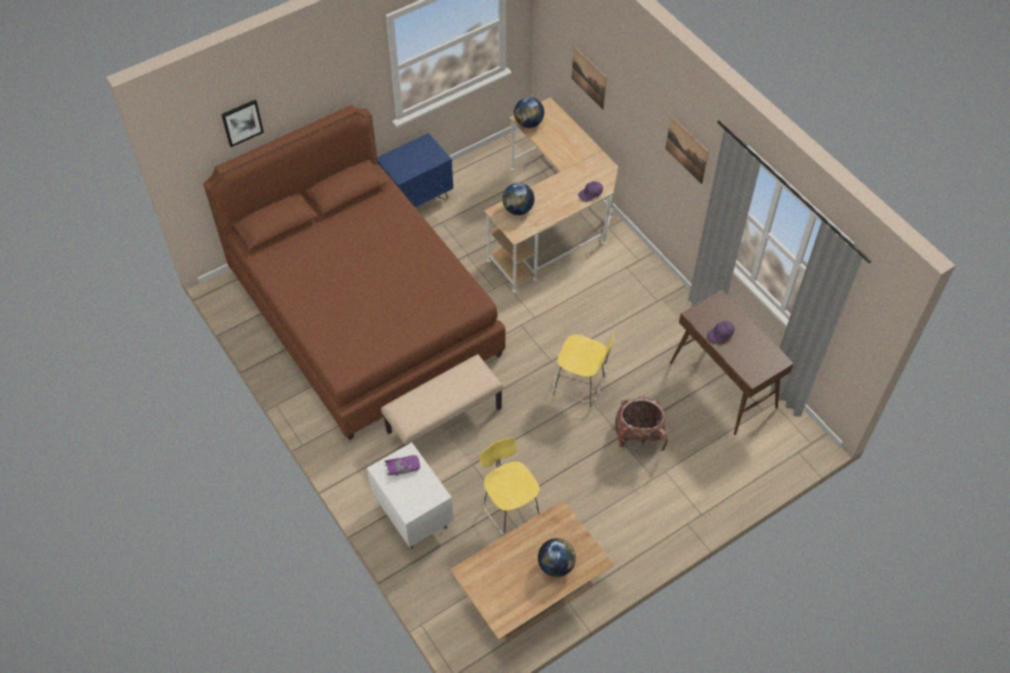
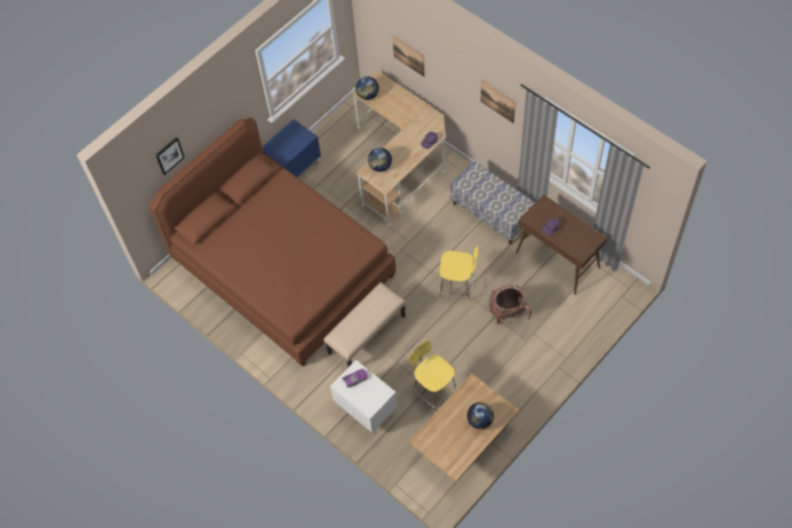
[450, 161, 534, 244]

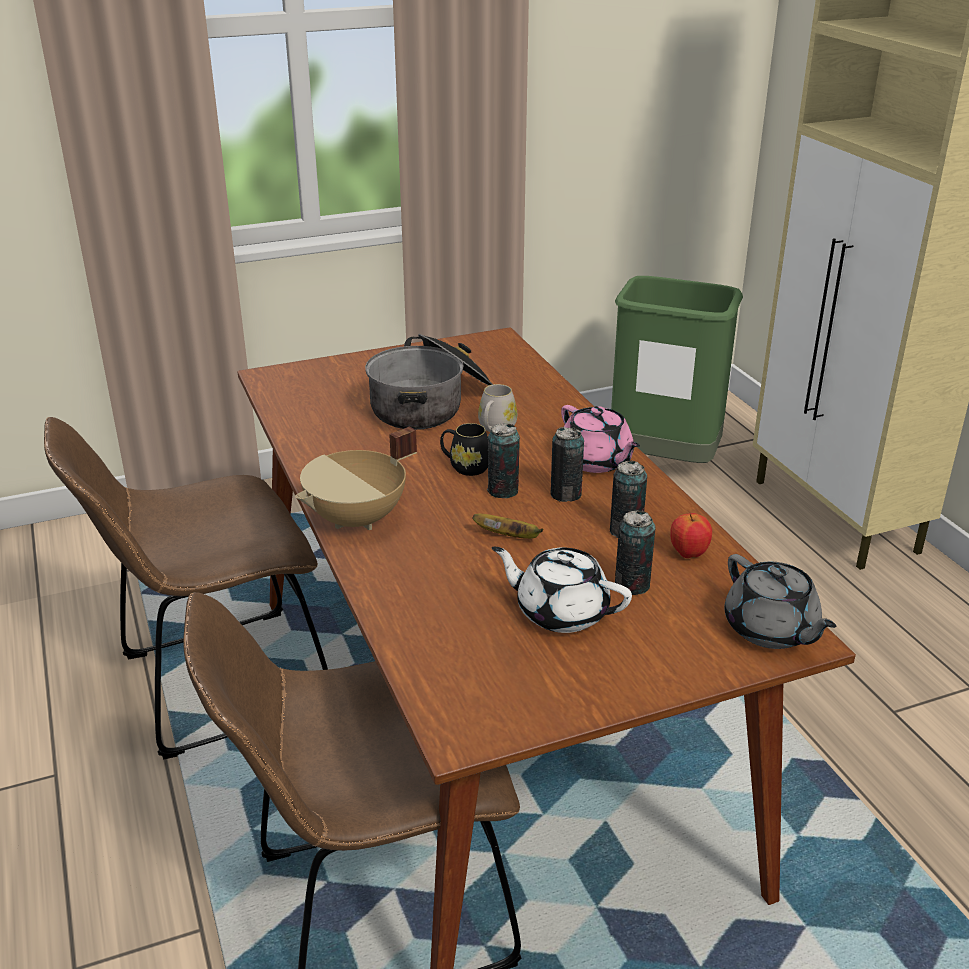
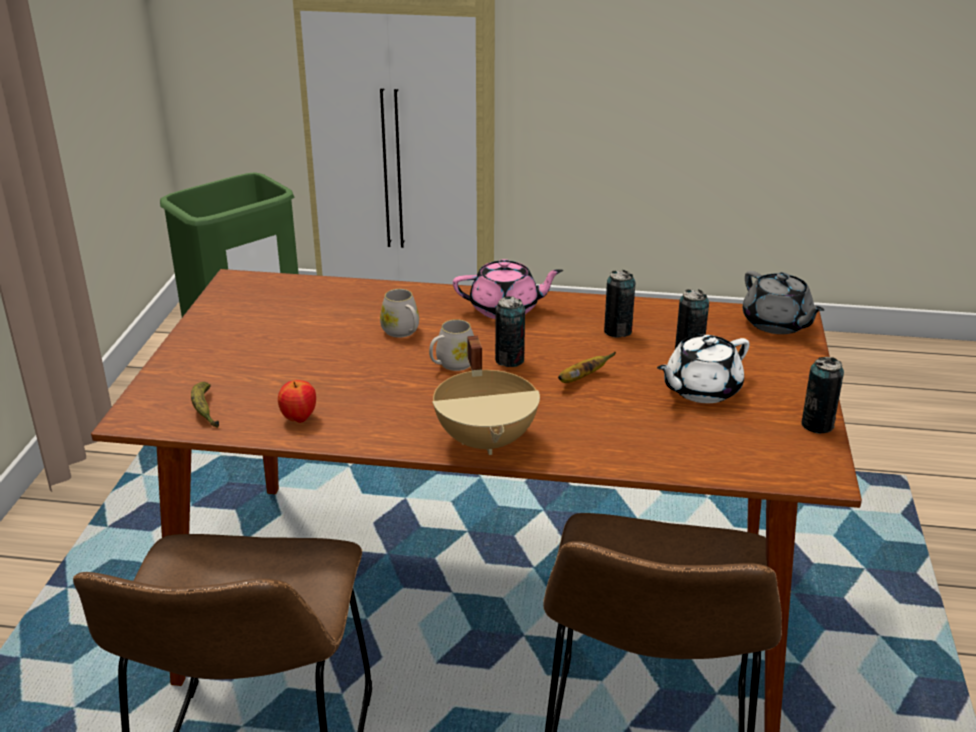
[365, 334, 493, 430] (first image)
[429, 319, 474, 371]
[801, 357, 844, 434]
[278, 380, 316, 423]
[743, 271, 824, 334]
[191, 382, 219, 428]

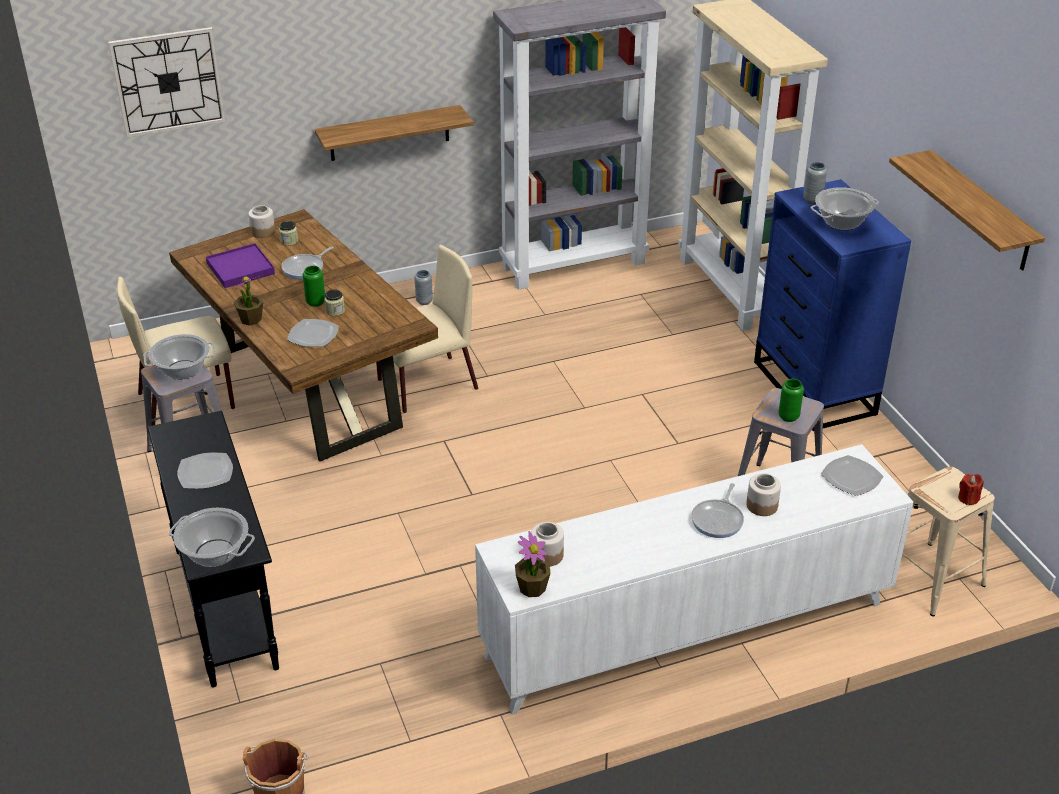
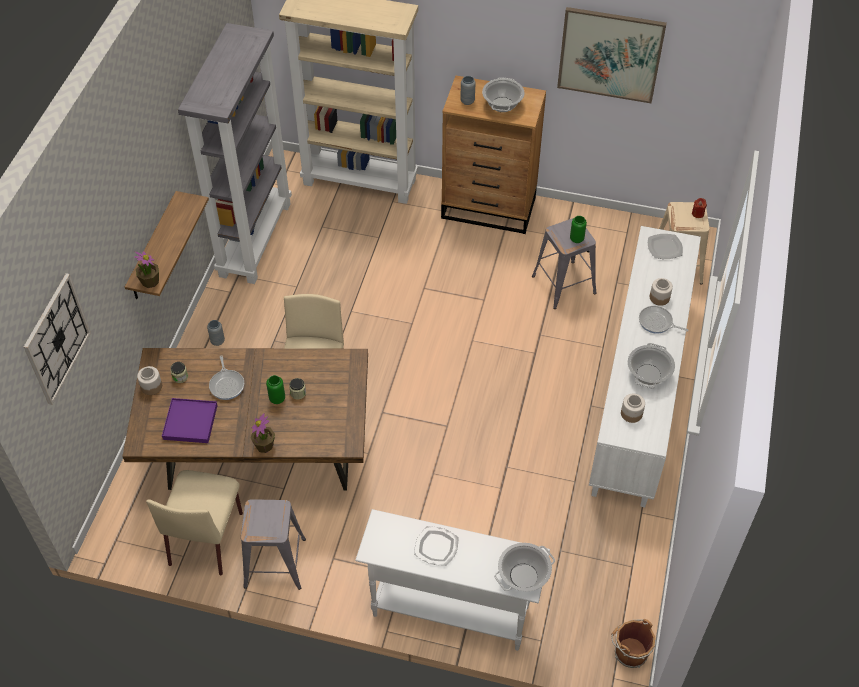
[557, 7, 667, 103]
[441, 76, 546, 234]
[287, 319, 339, 347] (first image)
[628, 343, 675, 388]
[355, 509, 550, 651]
[639, 306, 689, 334]
[134, 251, 159, 288]

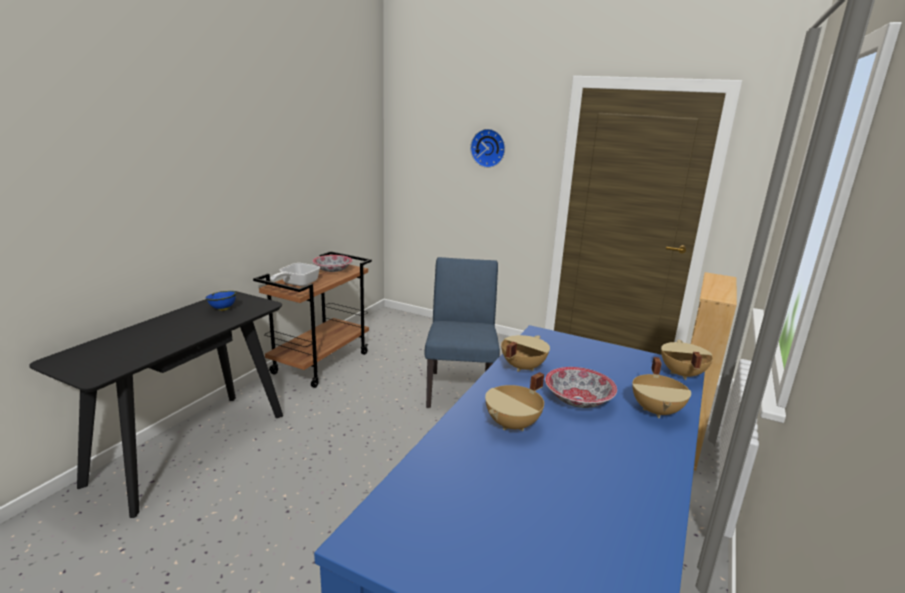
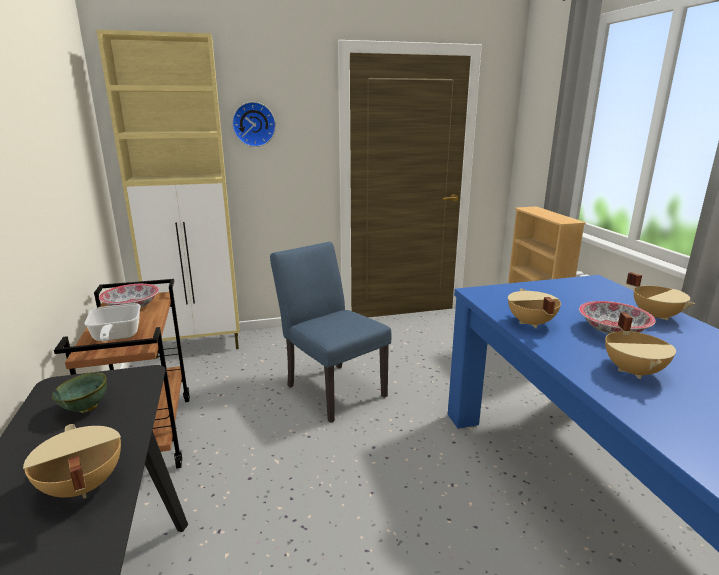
[52, 372, 107, 413]
[23, 424, 121, 499]
[96, 30, 240, 358]

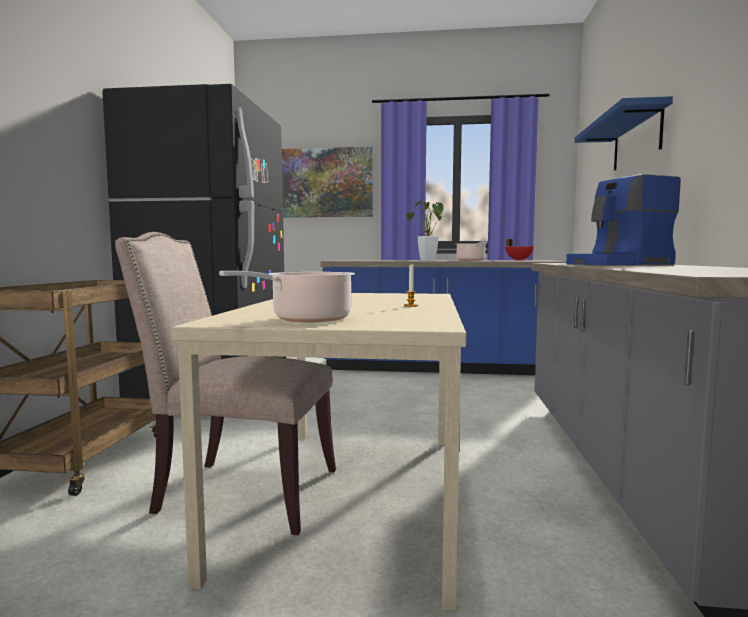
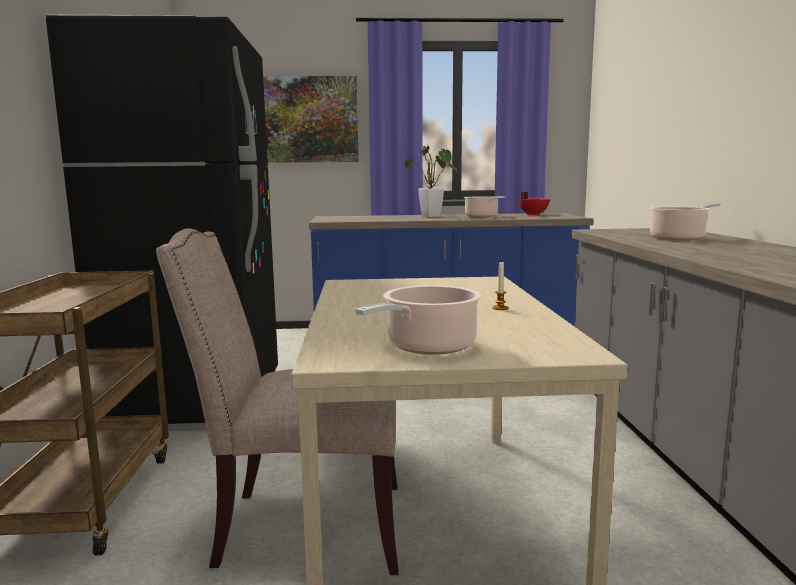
[574, 96, 673, 170] (first image)
[649, 203, 721, 240]

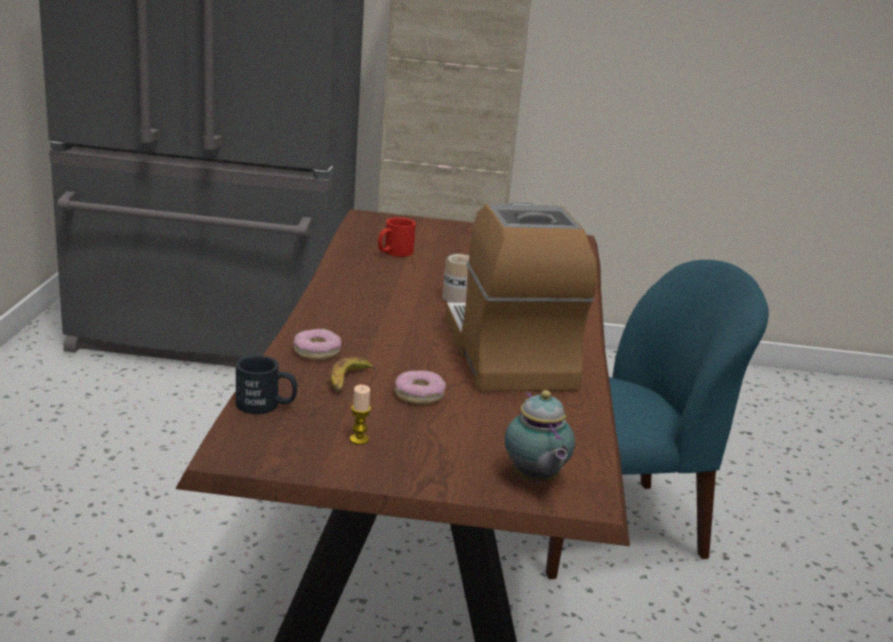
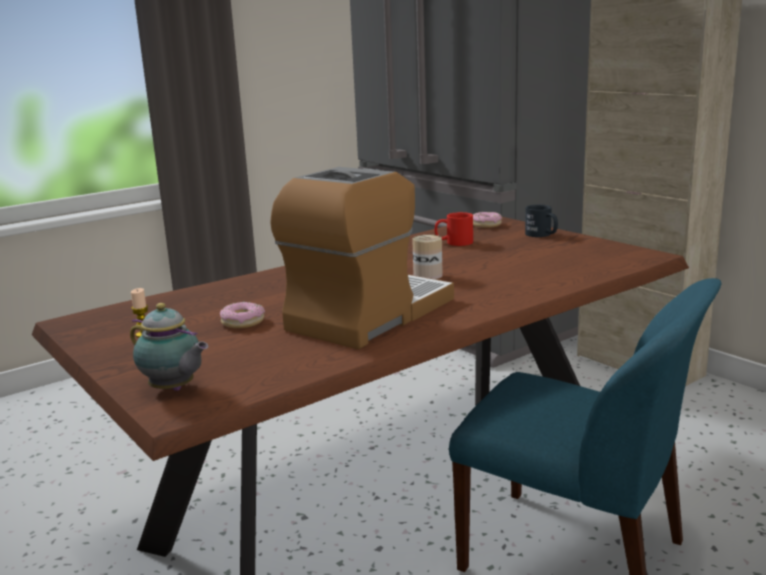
[473, 212, 502, 228]
[525, 205, 558, 237]
[331, 357, 376, 392] (first image)
[130, 303, 208, 391]

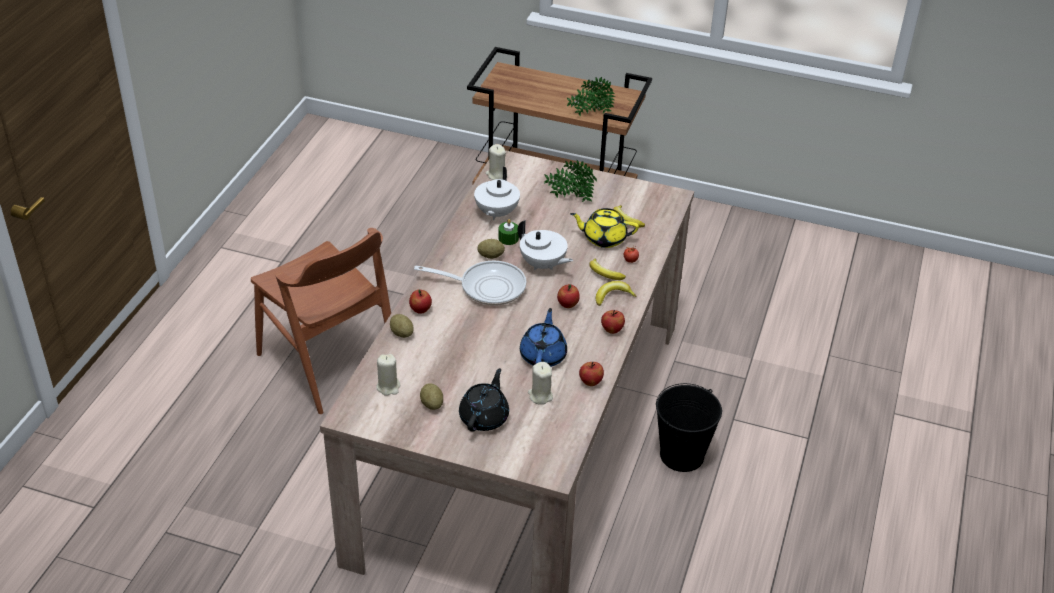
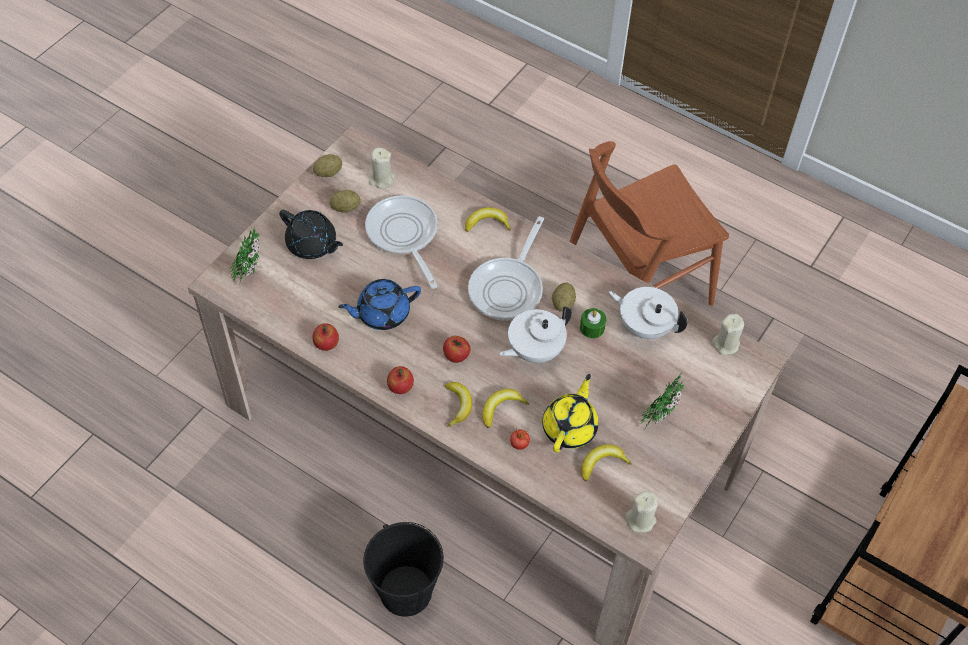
[230, 226, 260, 286]
[465, 207, 511, 232]
[338, 279, 421, 330]
[313, 154, 342, 177]
[626, 491, 658, 533]
[365, 195, 438, 289]

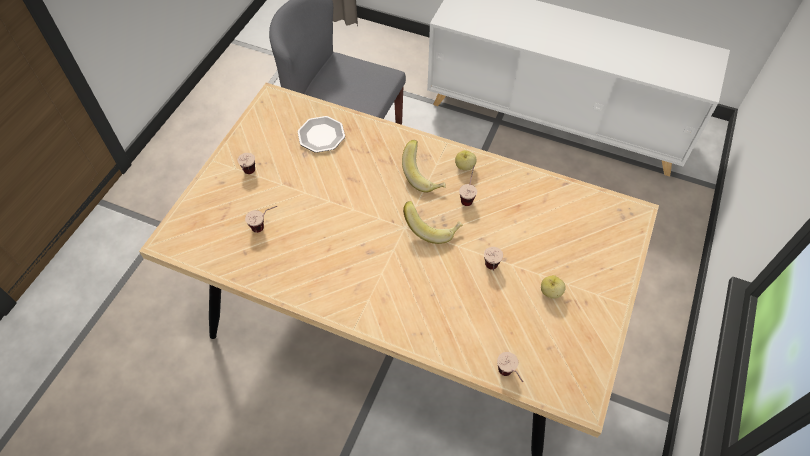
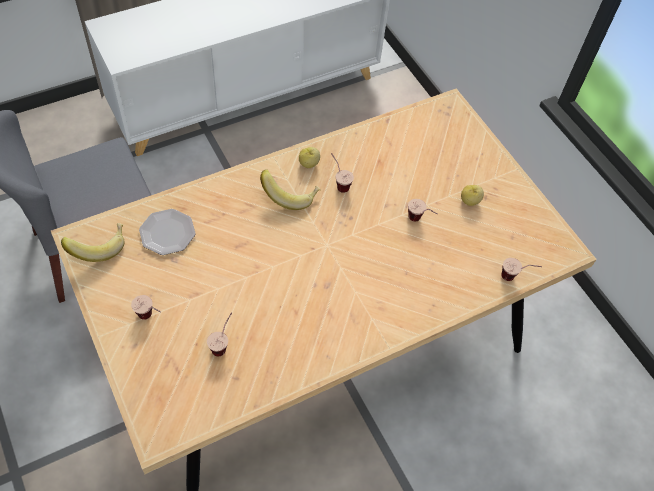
[61, 223, 124, 262]

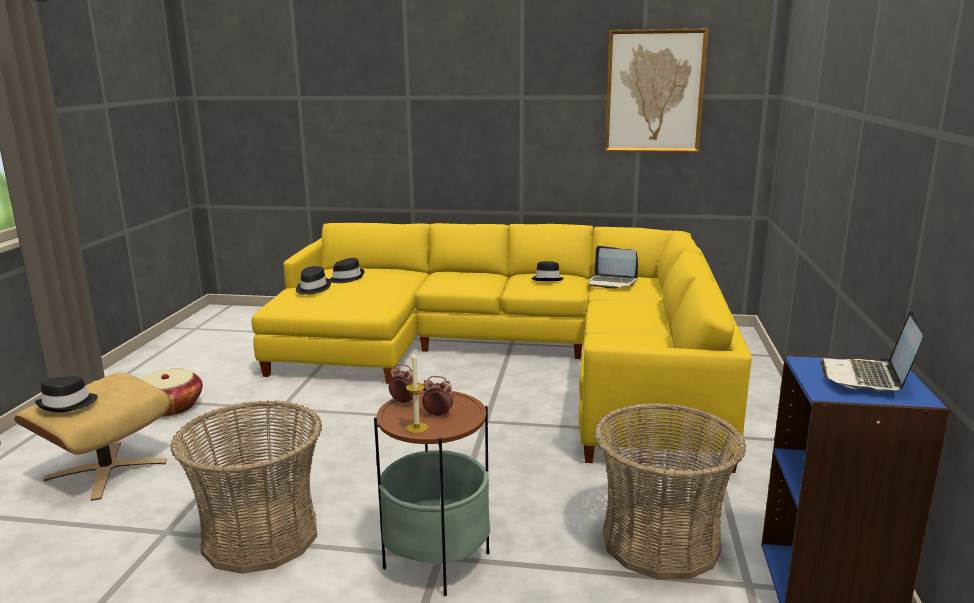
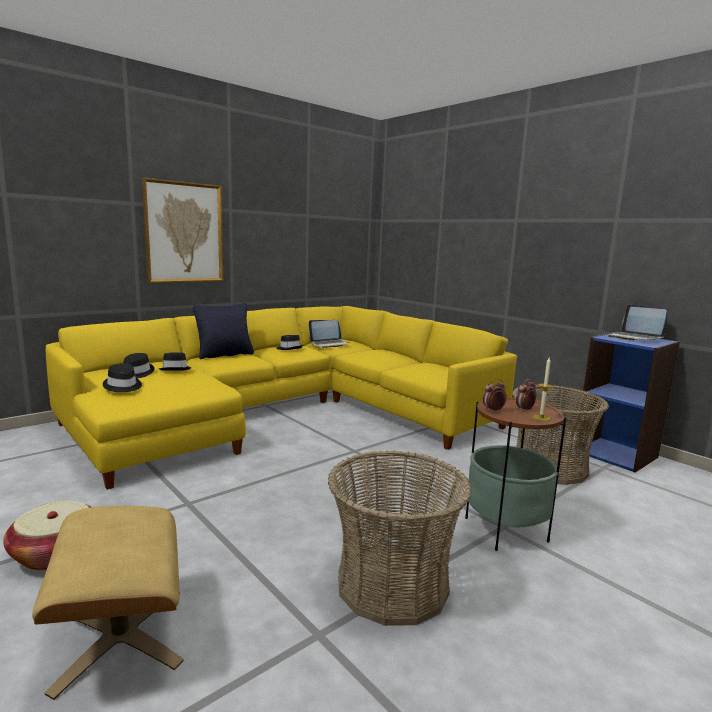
[142, 178, 223, 283]
[159, 352, 191, 371]
[193, 303, 254, 359]

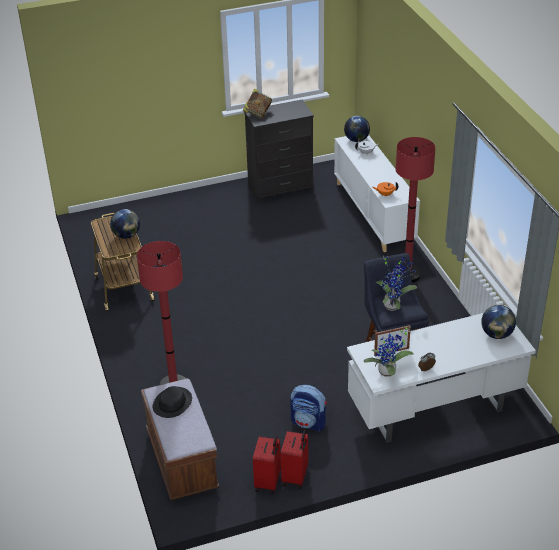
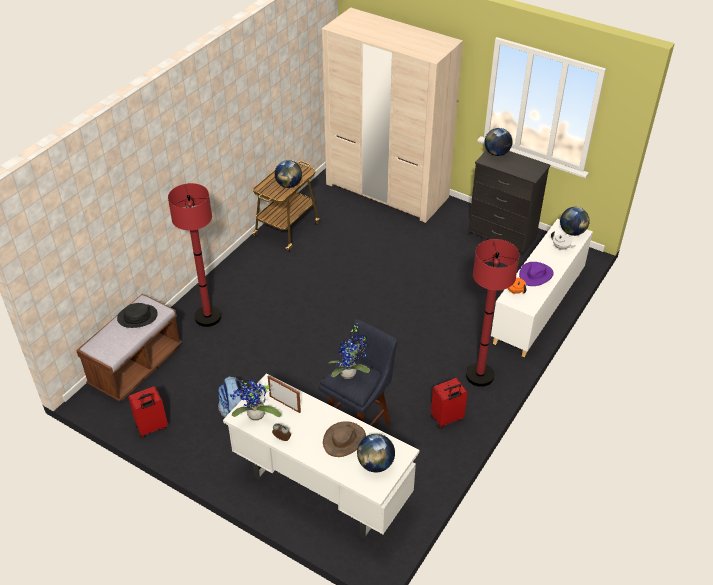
[484, 128, 512, 156]
[431, 378, 468, 429]
[322, 7, 463, 223]
[519, 262, 554, 286]
[323, 421, 366, 457]

